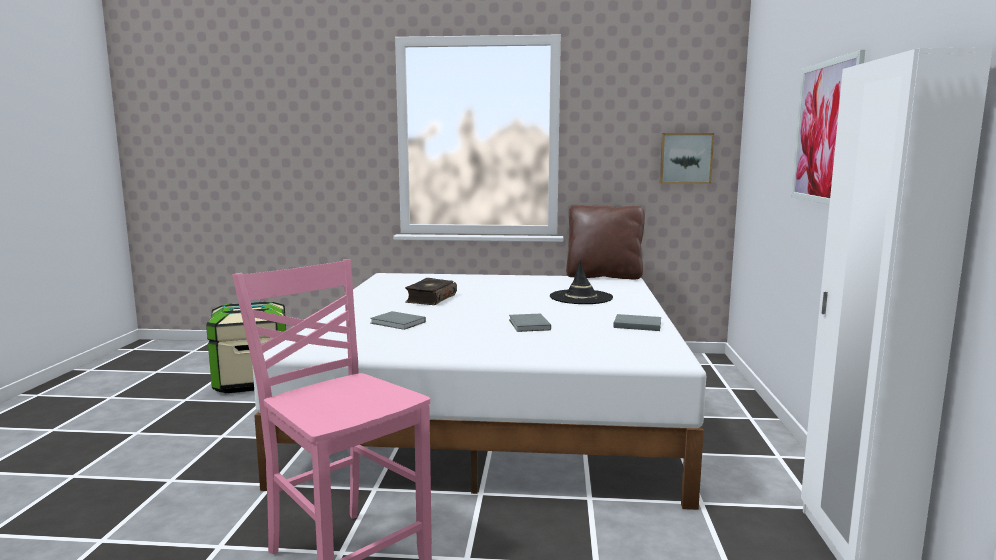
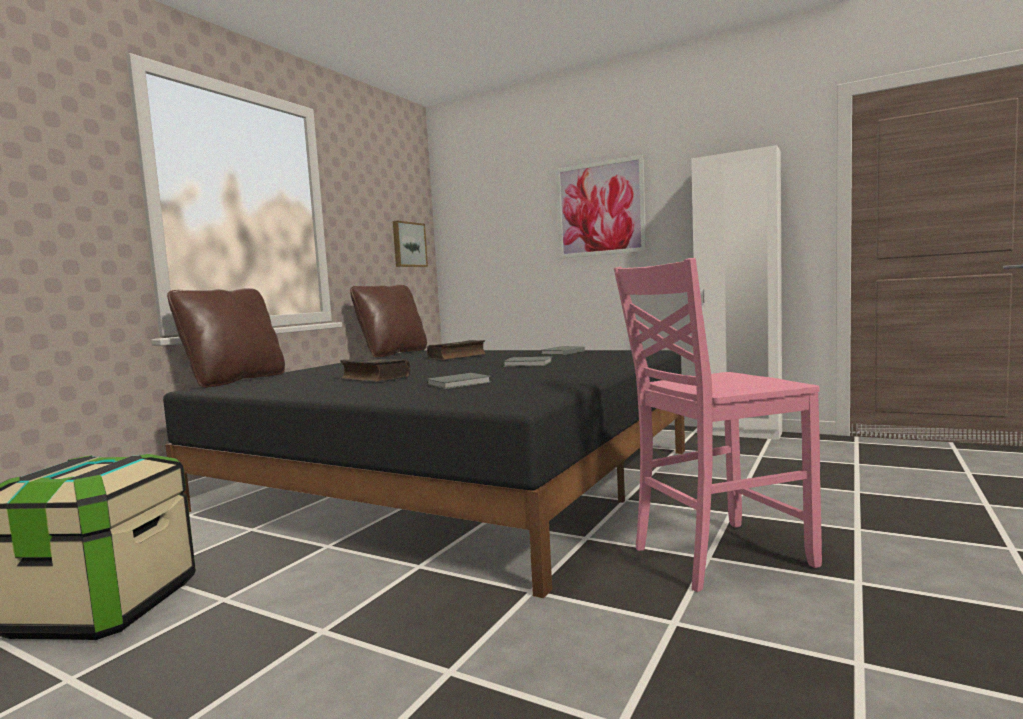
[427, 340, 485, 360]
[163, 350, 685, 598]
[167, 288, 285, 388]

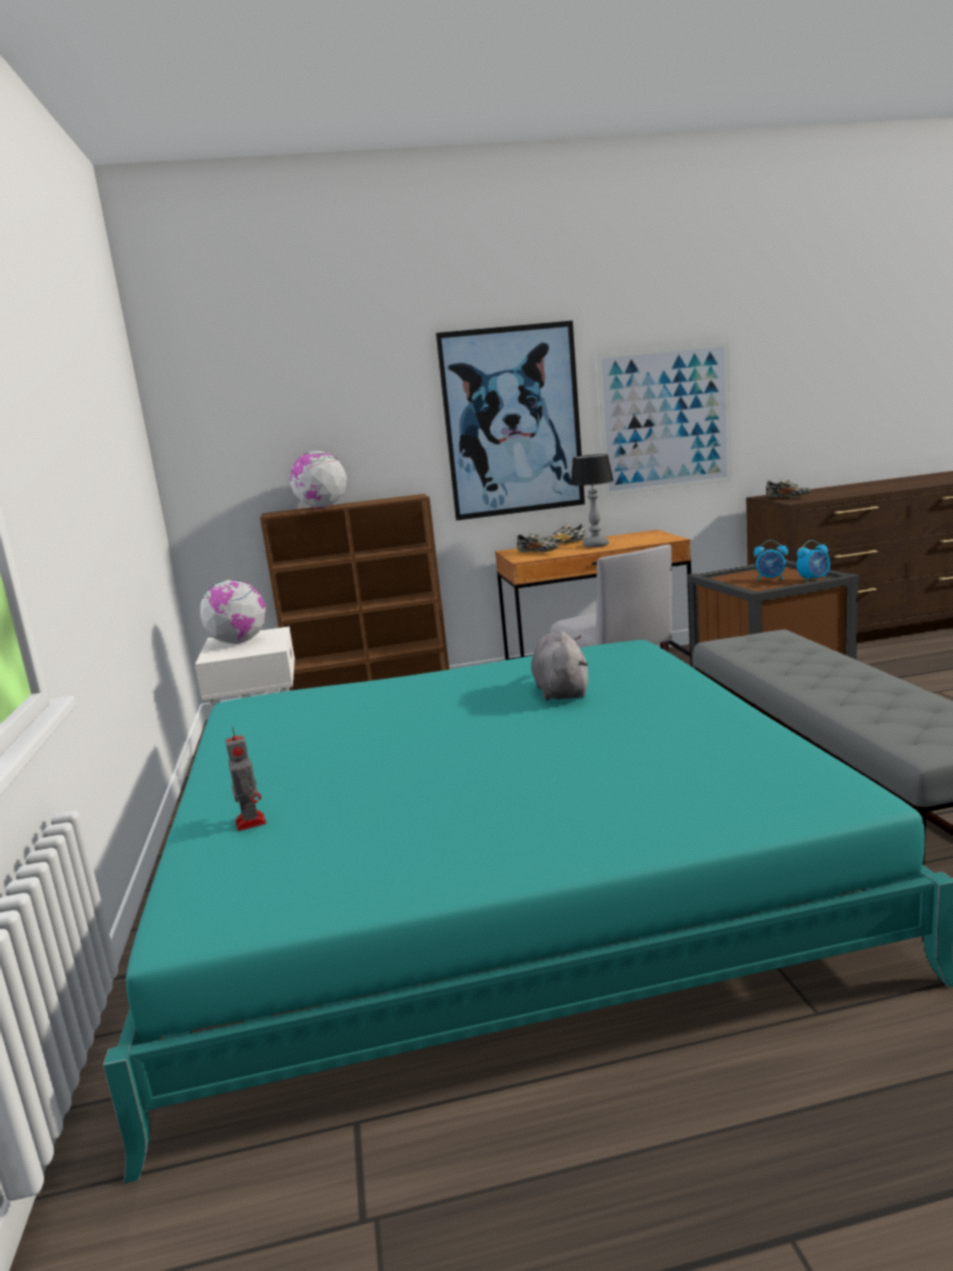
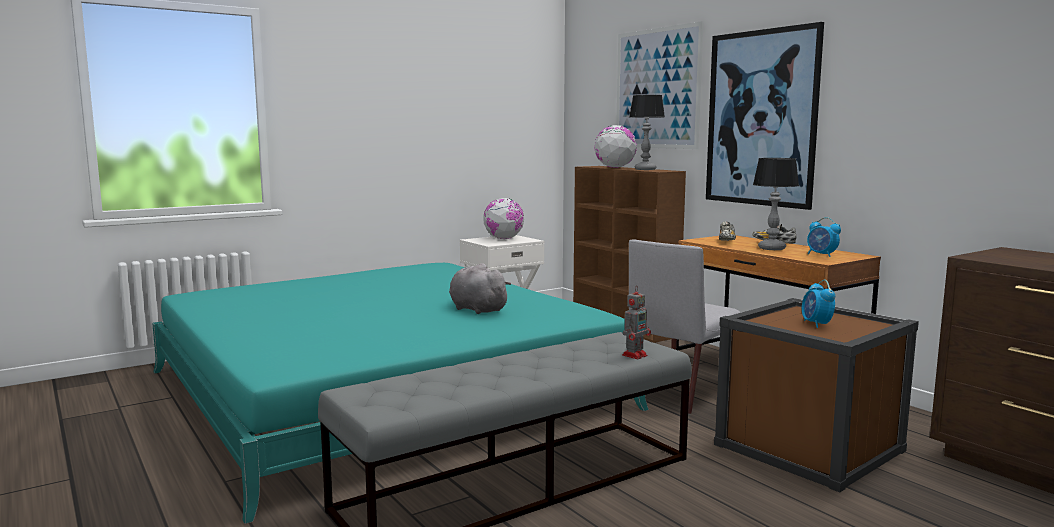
[616, 21, 703, 149]
[766, 479, 811, 498] (first image)
[807, 217, 841, 257]
[449, 263, 511, 314]
[622, 285, 651, 359]
[629, 95, 665, 170]

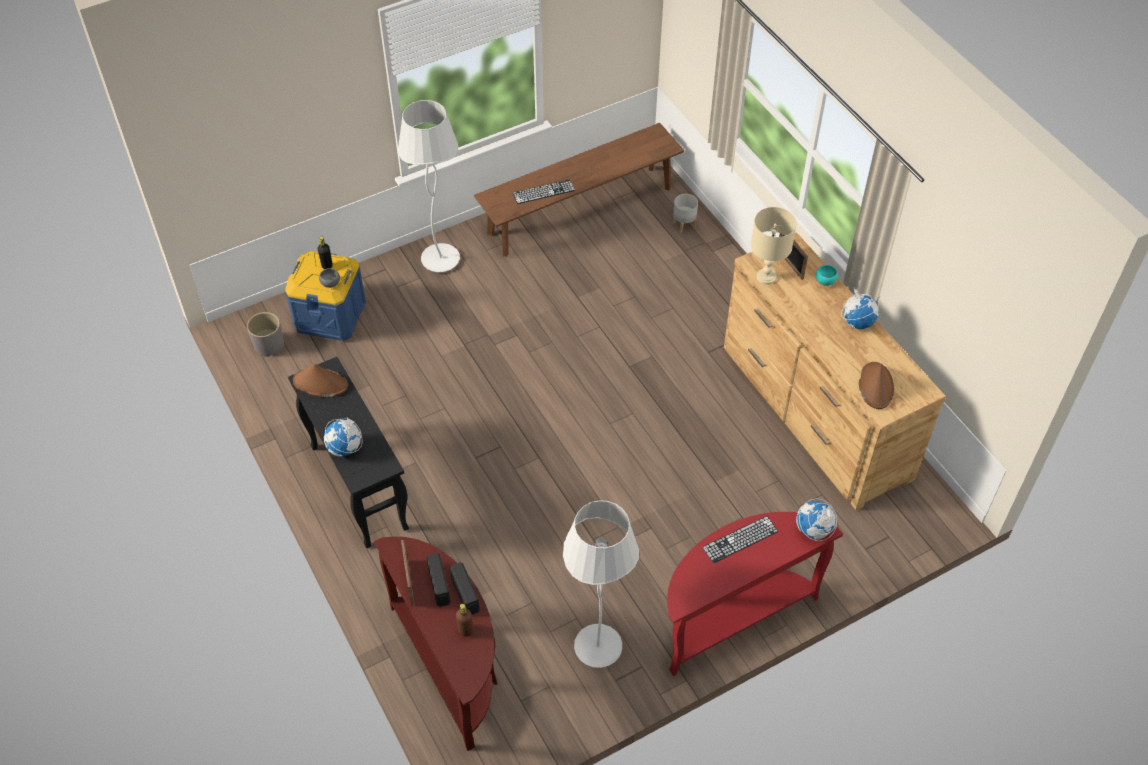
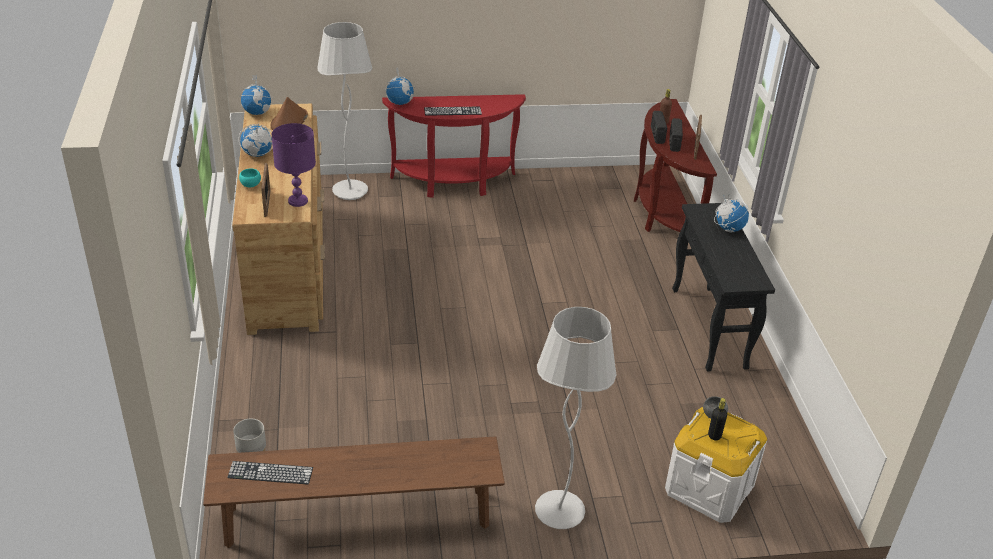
[227, 461, 313, 484]
[272, 123, 316, 207]
[665, 407, 767, 523]
[247, 312, 284, 357] (first image)
[293, 364, 348, 397] (first image)
[317, 22, 372, 200]
[239, 75, 273, 115]

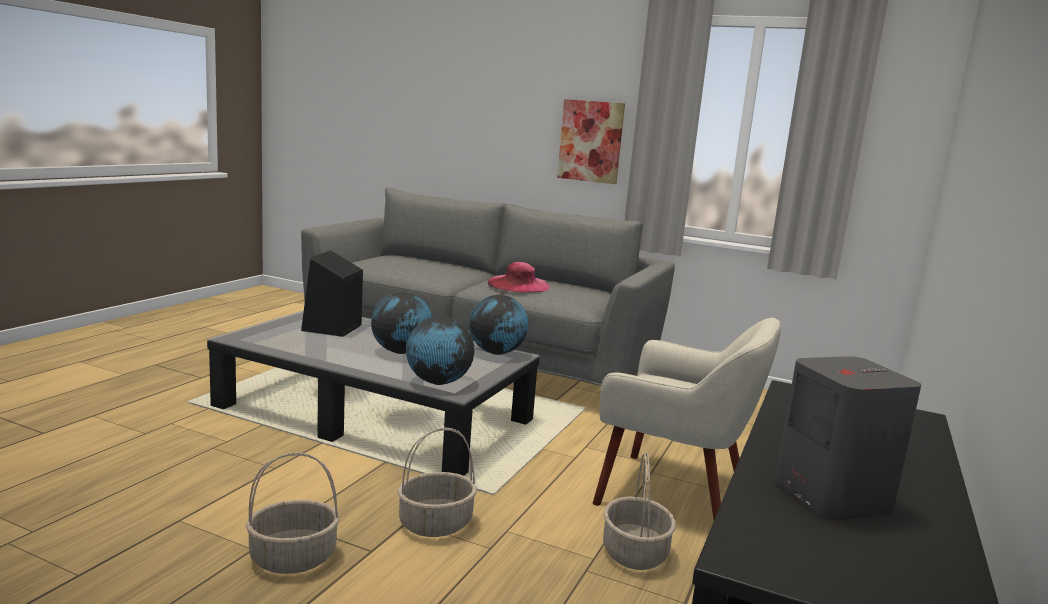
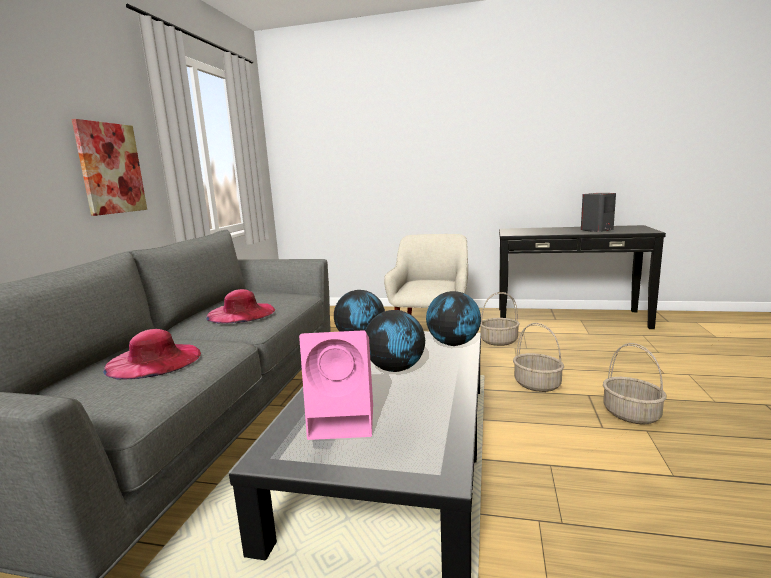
[299, 330, 373, 440]
[103, 329, 201, 380]

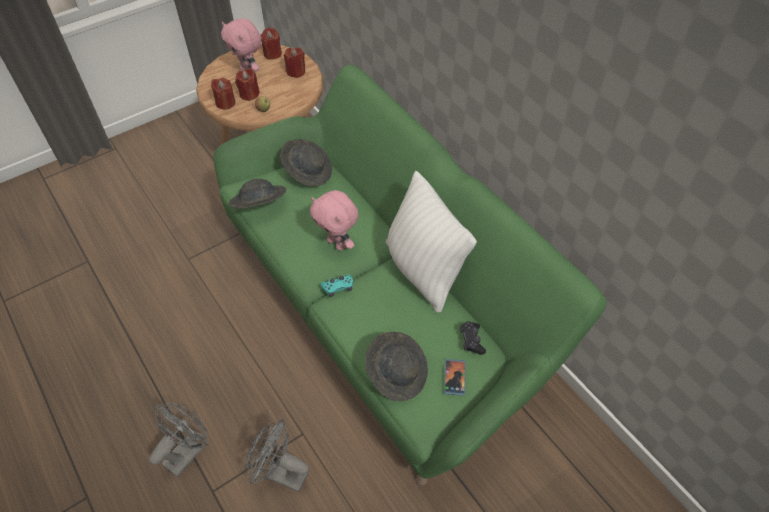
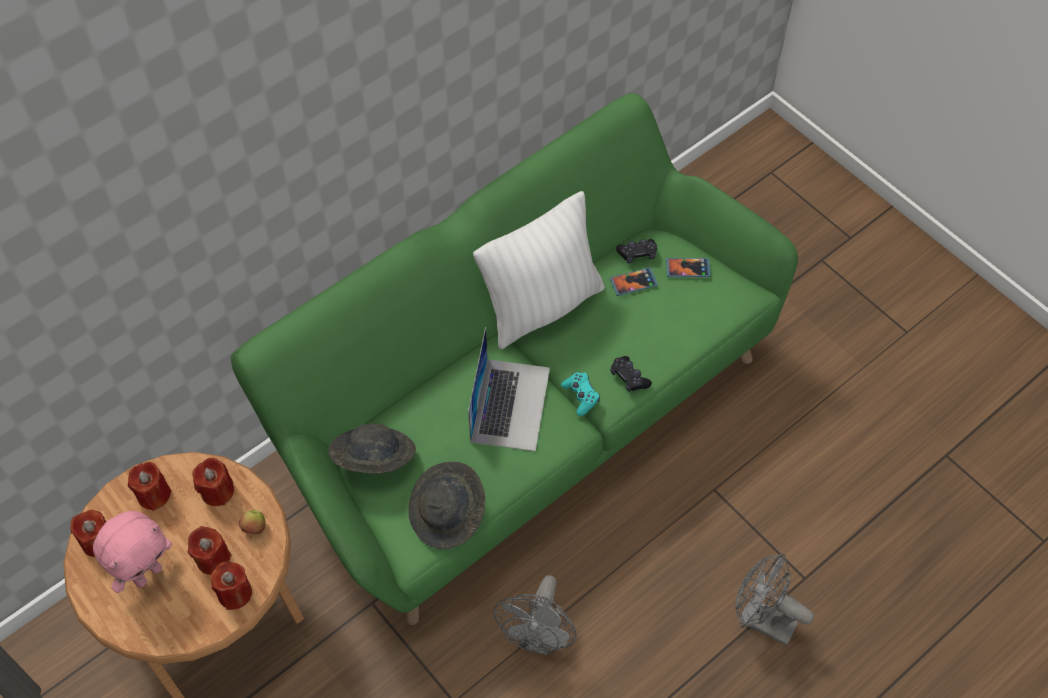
[468, 327, 550, 451]
[365, 332, 428, 401] (first image)
[493, 575, 576, 655]
[610, 267, 658, 296]
[610, 356, 652, 392]
[192, 458, 234, 506]

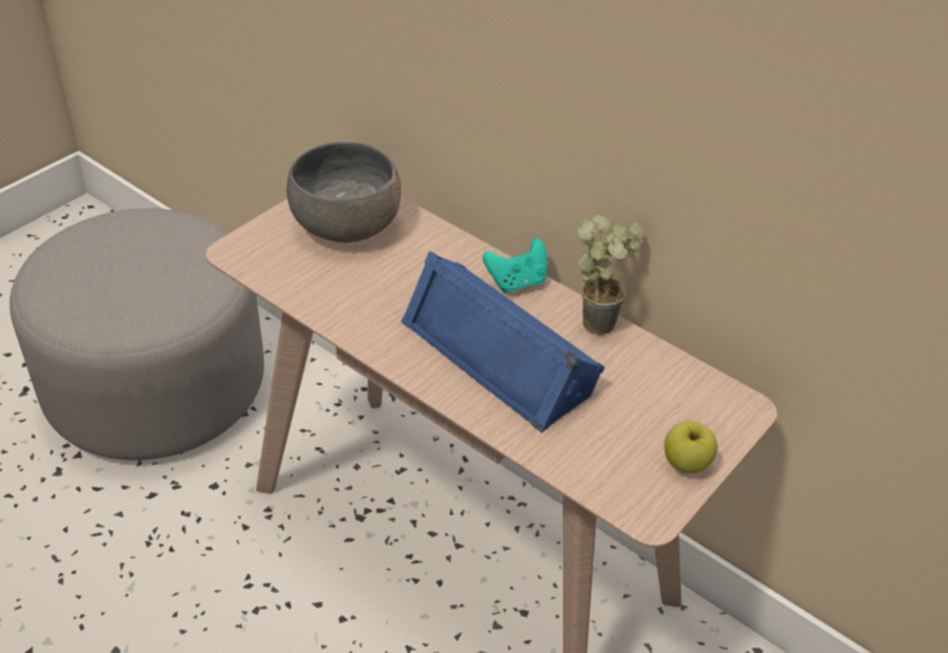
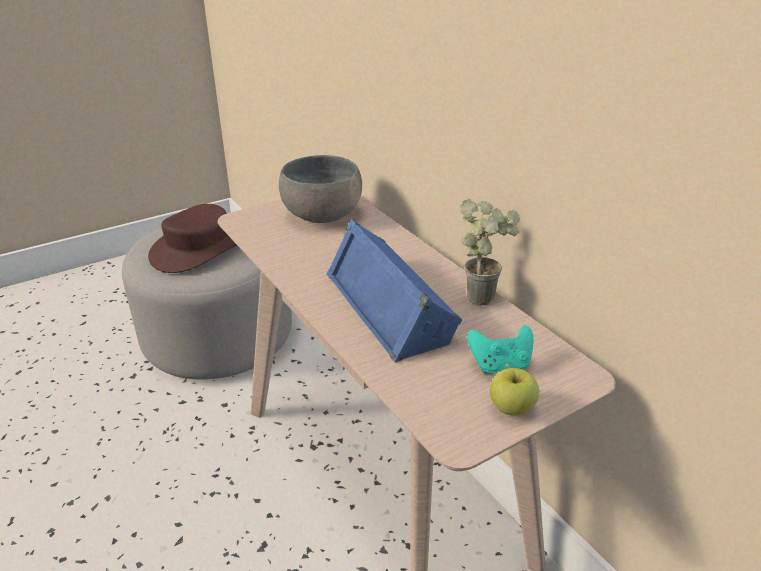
[467, 325, 533, 374]
[148, 204, 237, 273]

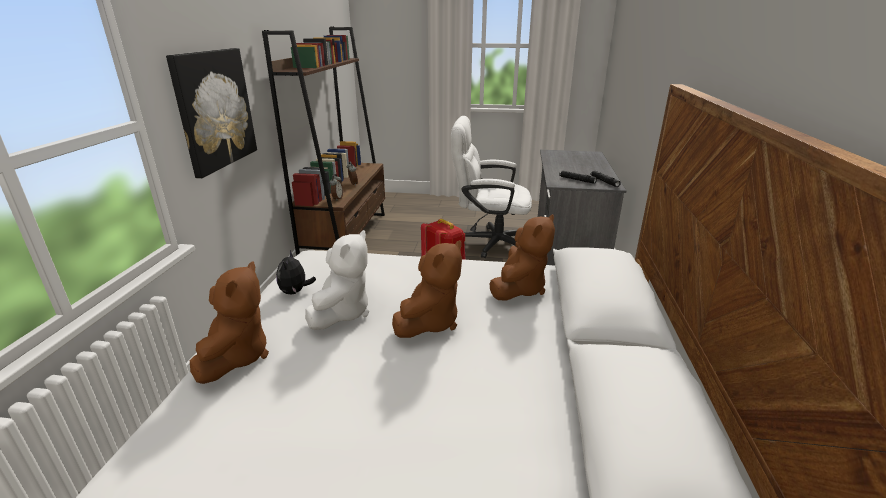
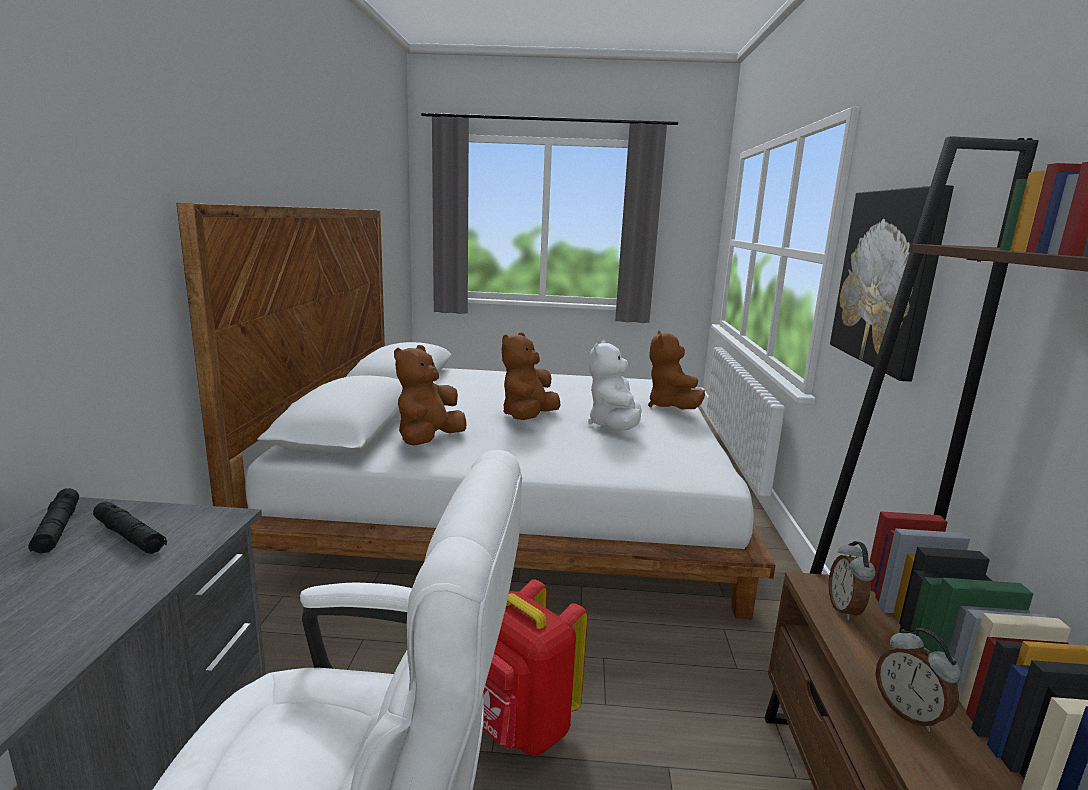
[276, 251, 316, 294] (first image)

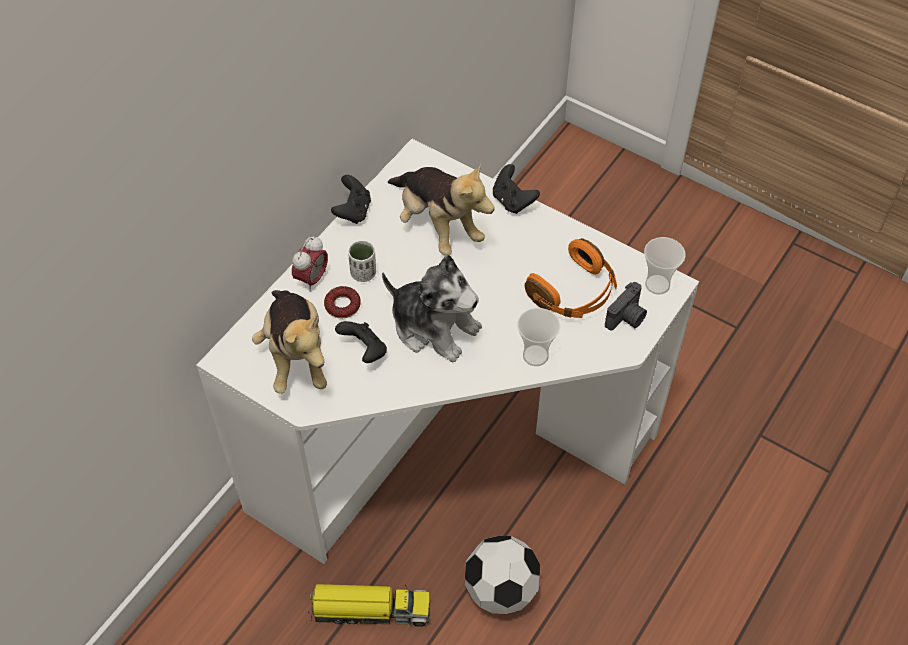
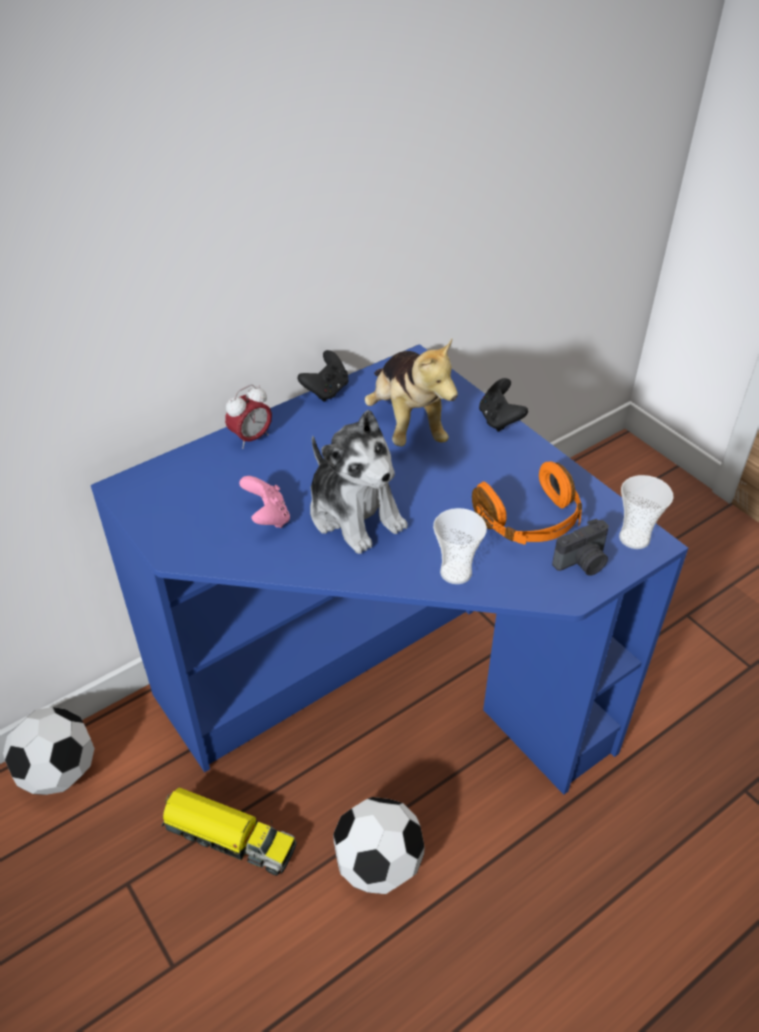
[91, 344, 688, 795]
[348, 240, 376, 282] (first image)
[324, 286, 361, 318] (first image)
[252, 290, 327, 394] (first image)
[239, 476, 290, 528]
[3, 707, 95, 795]

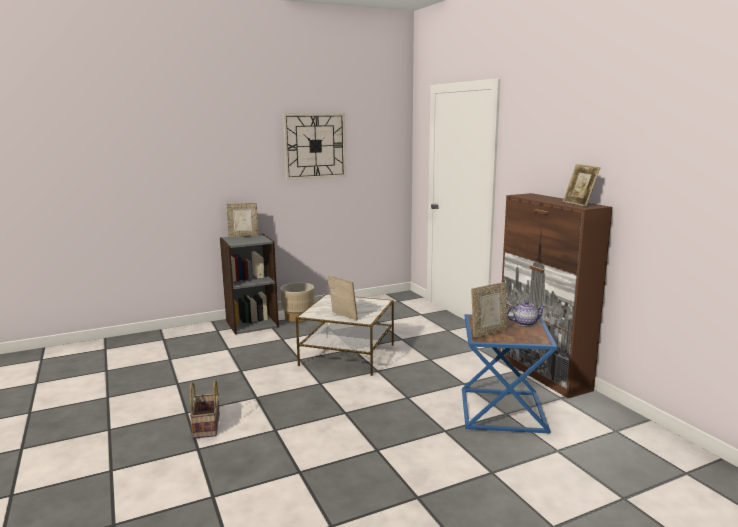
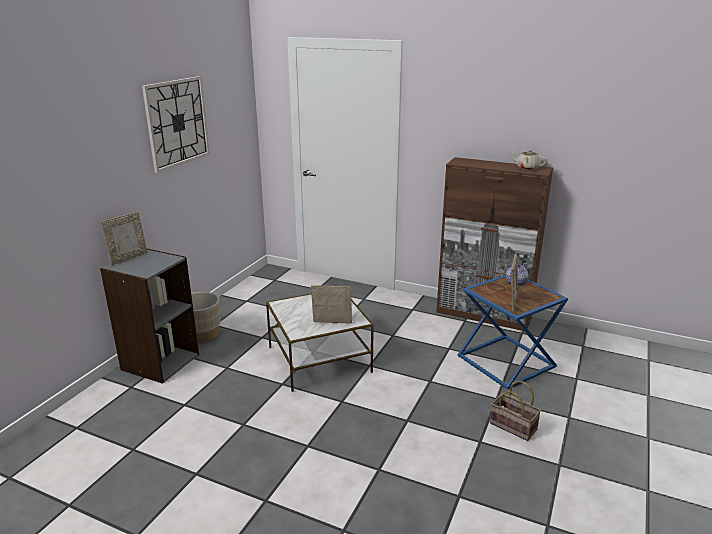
[510, 150, 547, 170]
[490, 381, 541, 441]

